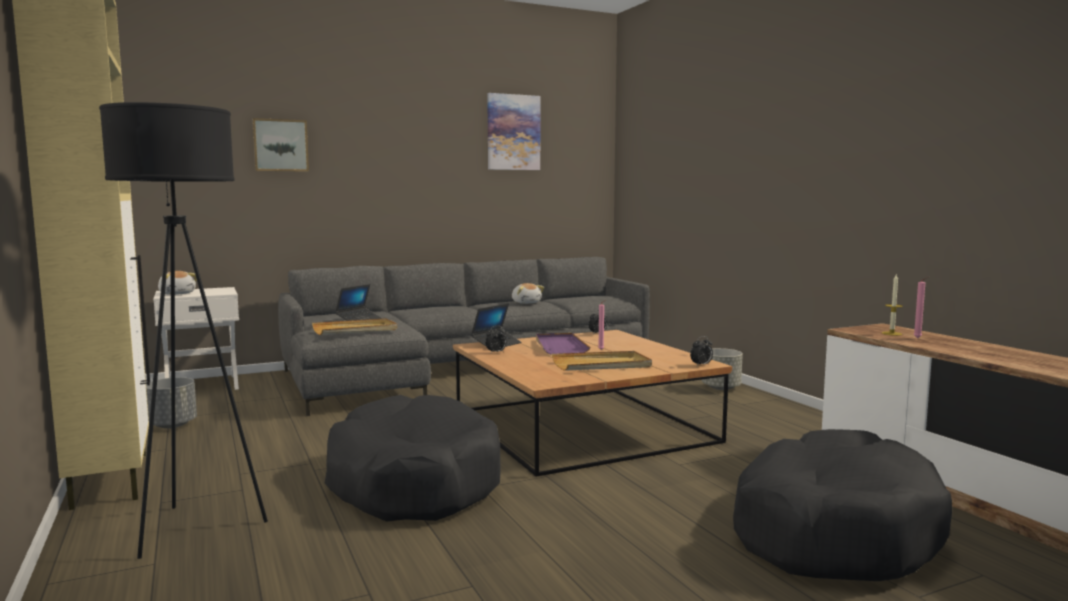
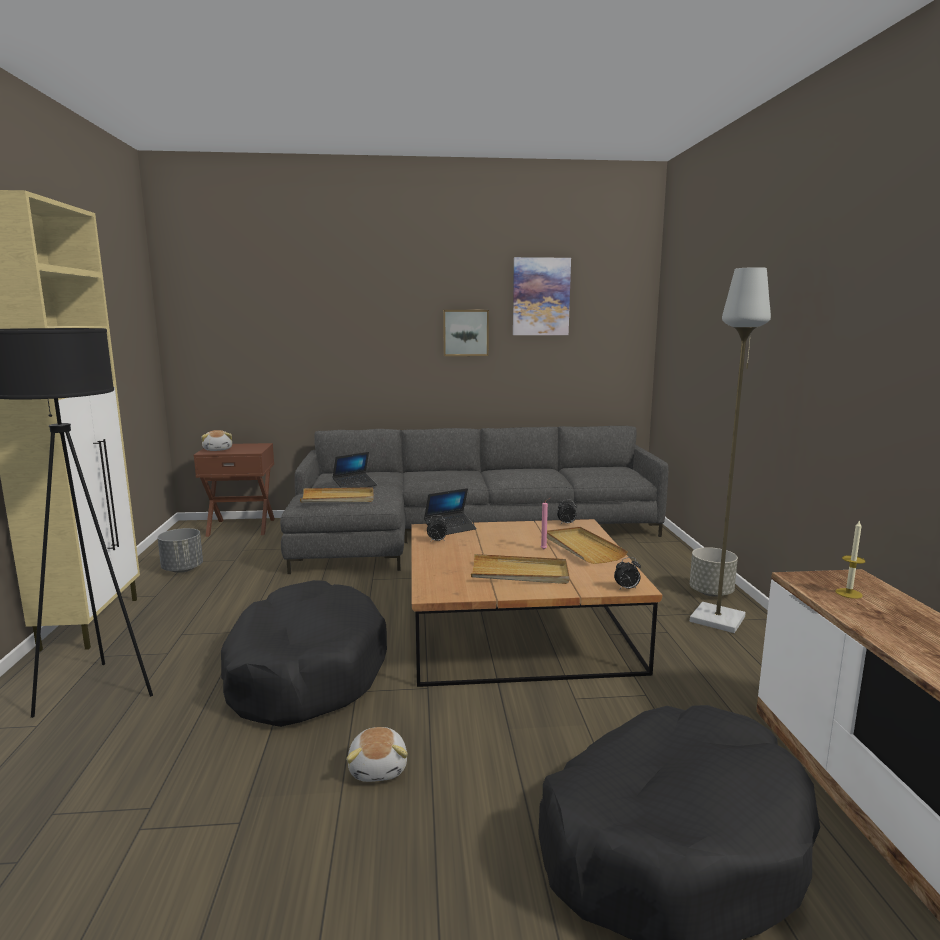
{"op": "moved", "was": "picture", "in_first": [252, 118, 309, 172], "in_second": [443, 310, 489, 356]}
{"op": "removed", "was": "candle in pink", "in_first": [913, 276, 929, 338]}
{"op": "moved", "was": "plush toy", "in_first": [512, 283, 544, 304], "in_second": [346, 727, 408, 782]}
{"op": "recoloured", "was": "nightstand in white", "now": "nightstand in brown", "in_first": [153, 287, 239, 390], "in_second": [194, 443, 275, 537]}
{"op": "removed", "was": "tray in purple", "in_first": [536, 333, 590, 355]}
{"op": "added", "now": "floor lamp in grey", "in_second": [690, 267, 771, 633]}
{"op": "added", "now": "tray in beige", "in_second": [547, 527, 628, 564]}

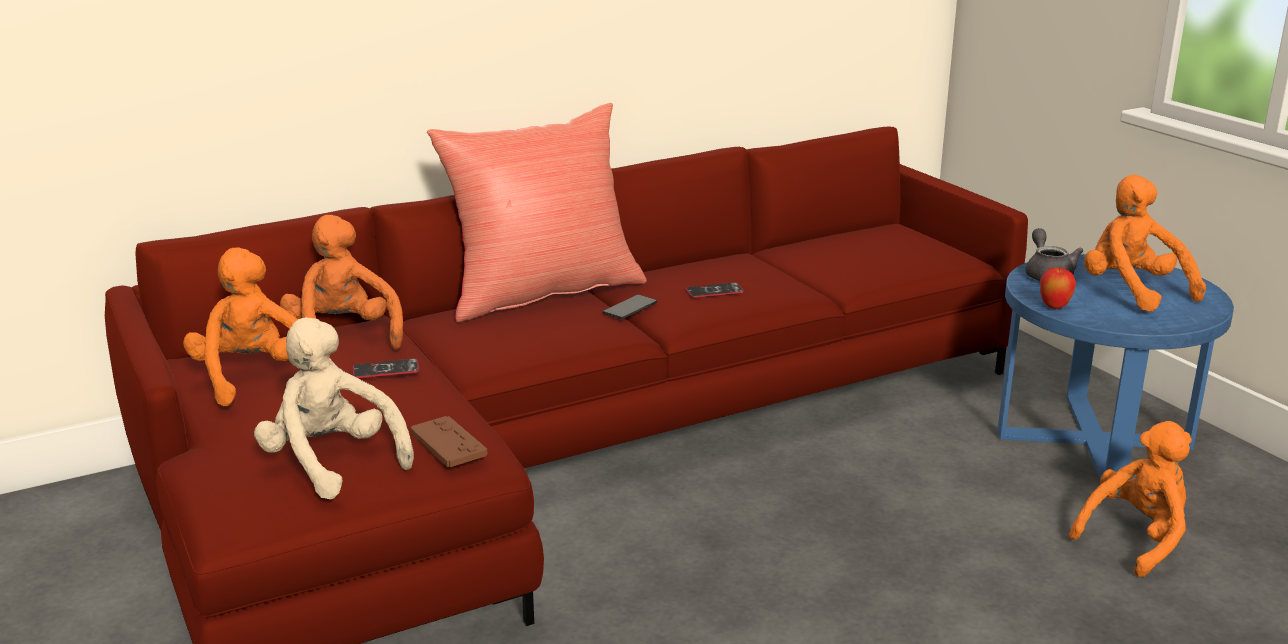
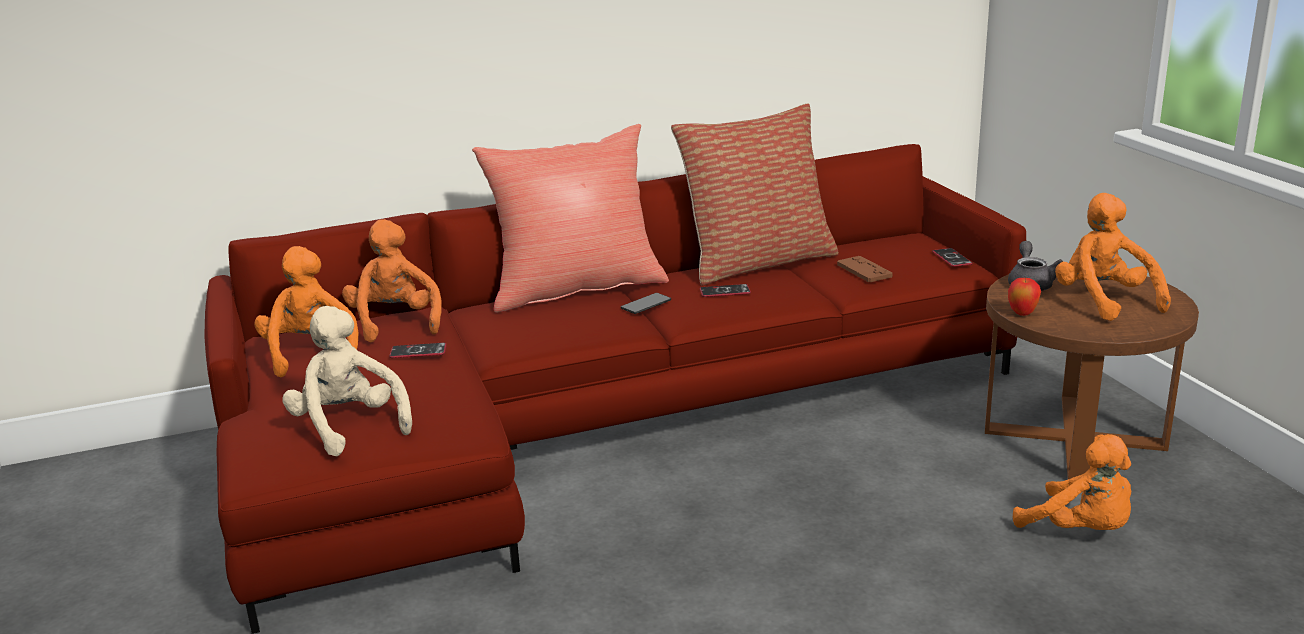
{"op": "recoloured", "was": "side table in blue", "now": "side table in brown", "in_first": [997, 254, 1234, 480], "in_second": [985, 274, 1199, 479]}
{"op": "moved", "was": "game controller in brown", "in_first": [410, 416, 487, 467], "in_second": [837, 256, 893, 282]}
{"op": "turned", "was": "plush toy in orange", "in_first": [1069, 421, 1192, 577], "in_second": [1013, 434, 1131, 530], "clockwise": 75}
{"op": "added", "now": "pillow", "in_second": [671, 103, 839, 285]}
{"op": "added", "now": "phone", "in_second": [932, 248, 973, 267]}

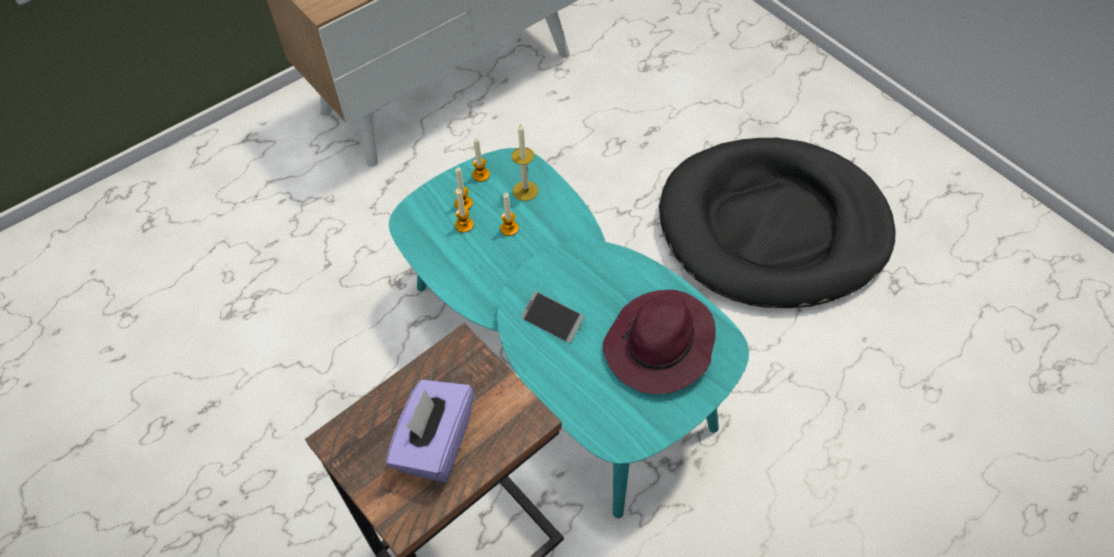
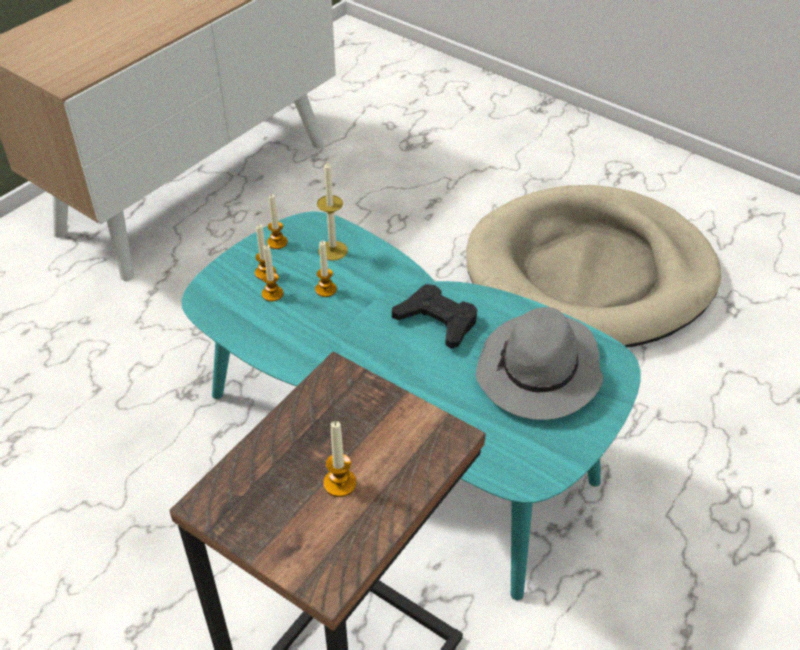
{"op": "recoloured", "was": "dog bed in black", "now": "dog bed in beige", "in_first": [659, 138, 895, 308], "in_second": [466, 185, 721, 347]}
{"op": "recoloured", "was": "hat in purple", "now": "hat in grey", "in_first": [603, 290, 716, 394], "in_second": [476, 307, 603, 420]}
{"op": "removed", "was": "phone", "in_first": [521, 291, 584, 343]}
{"op": "replaced", "was": "tissue box in purple", "now": "candle", "in_first": [386, 380, 474, 483], "in_second": [323, 421, 356, 497]}
{"op": "added", "now": "game controller in black", "in_second": [392, 284, 477, 349]}

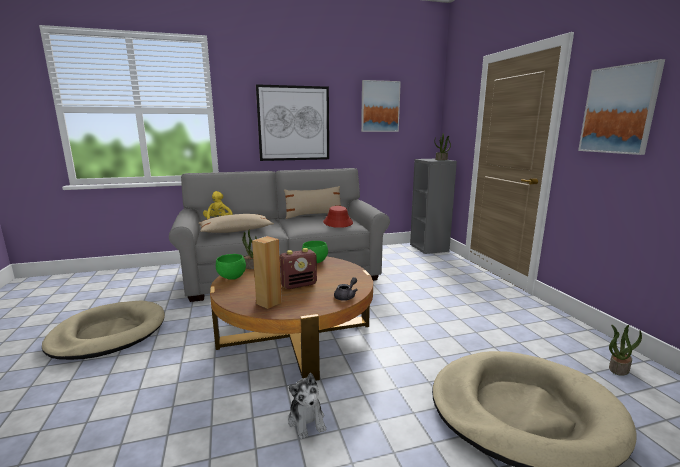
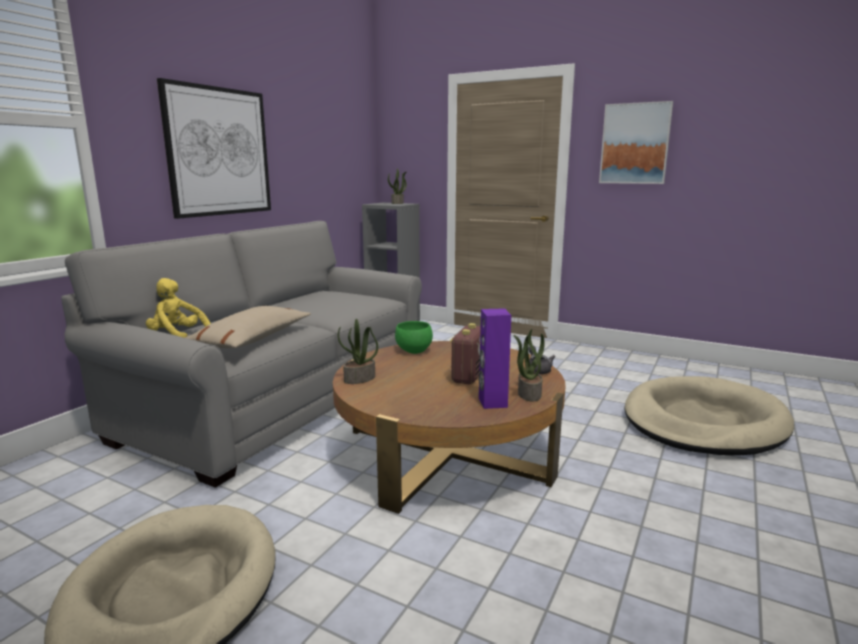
{"op": "removed", "was": "picture", "in_first": [361, 80, 401, 132]}
{"op": "removed", "was": "pillow in beige", "in_first": [284, 186, 341, 219]}
{"op": "removed", "was": "hat in red", "in_first": [323, 206, 353, 228]}
{"op": "recoloured", "was": "speaker in brown", "now": "speaker in purple", "in_first": [252, 236, 282, 309], "in_second": [479, 308, 511, 409]}
{"op": "removed", "was": "bowl in green", "in_first": [216, 254, 246, 280]}
{"op": "moved", "was": "potted plant", "in_first": [609, 325, 642, 376], "in_second": [513, 329, 545, 401]}
{"op": "removed", "was": "plush toy", "in_first": [288, 373, 326, 439]}

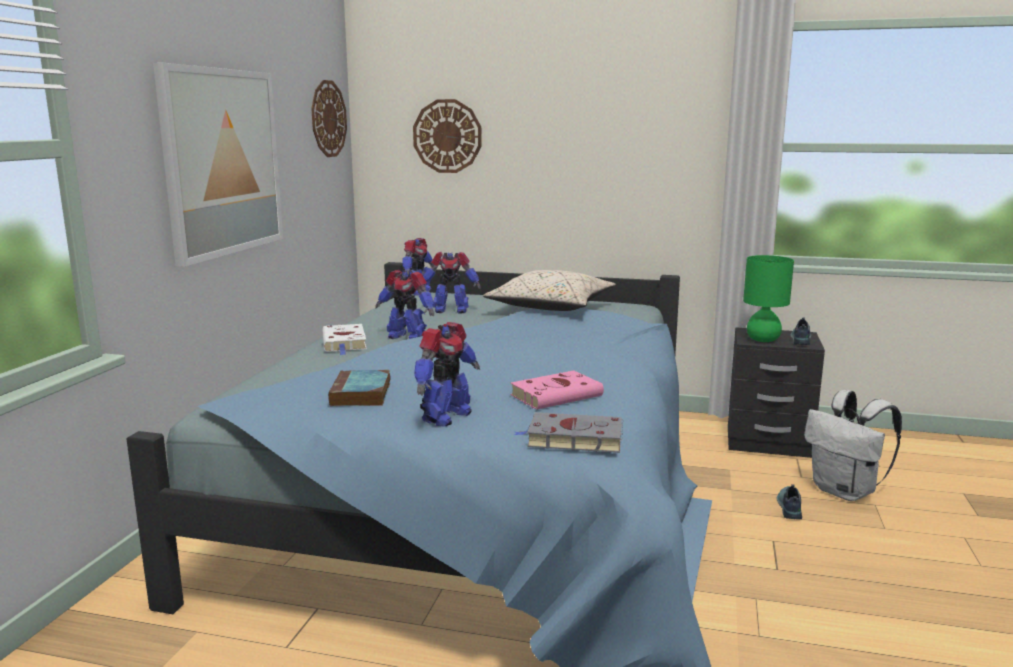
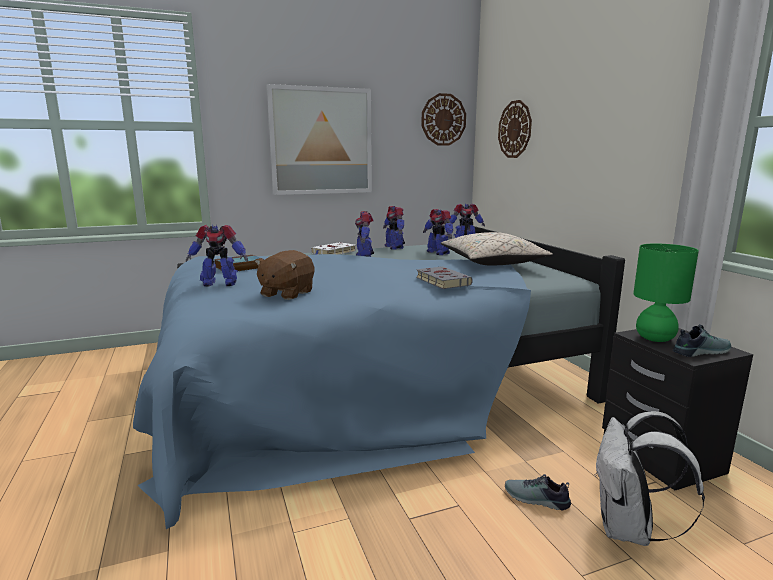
{"op": "replaced", "was": "book in pink", "now": "plush toy in brown", "in_first": [510, 370, 604, 410], "in_second": [255, 250, 314, 300]}
{"op": "moved", "was": "book in grey", "in_first": [514, 412, 623, 453], "in_second": [416, 267, 473, 289]}
{"op": "turned", "was": "shoe", "in_first": [777, 484, 802, 519], "in_second": [505, 474, 571, 511], "clockwise": -135}
{"op": "added", "now": "toy robot", "in_second": [383, 206, 405, 250]}

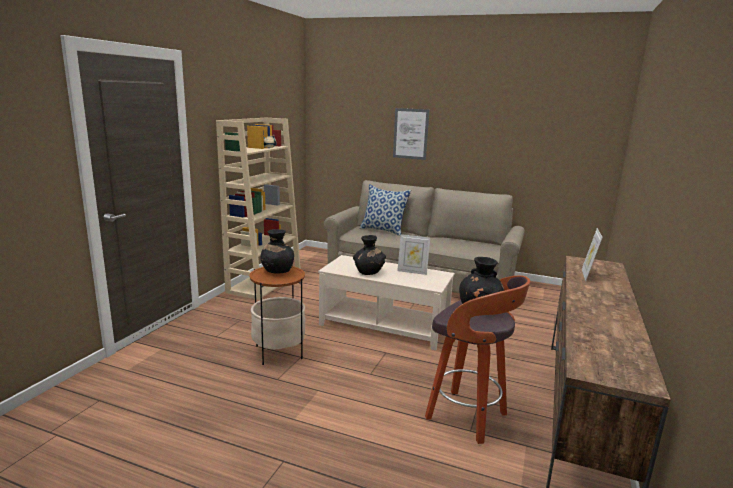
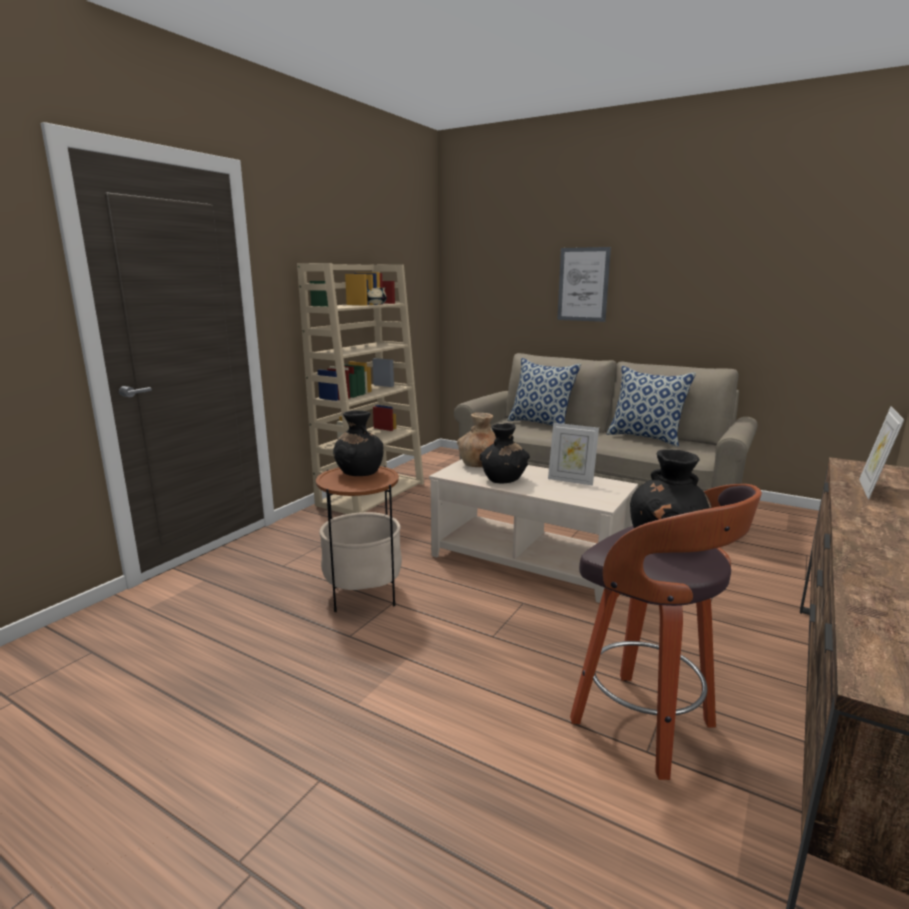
{"op": "added", "now": "pillow", "in_second": [607, 366, 696, 447]}
{"op": "added", "now": "vase in brown", "in_second": [457, 413, 496, 467]}

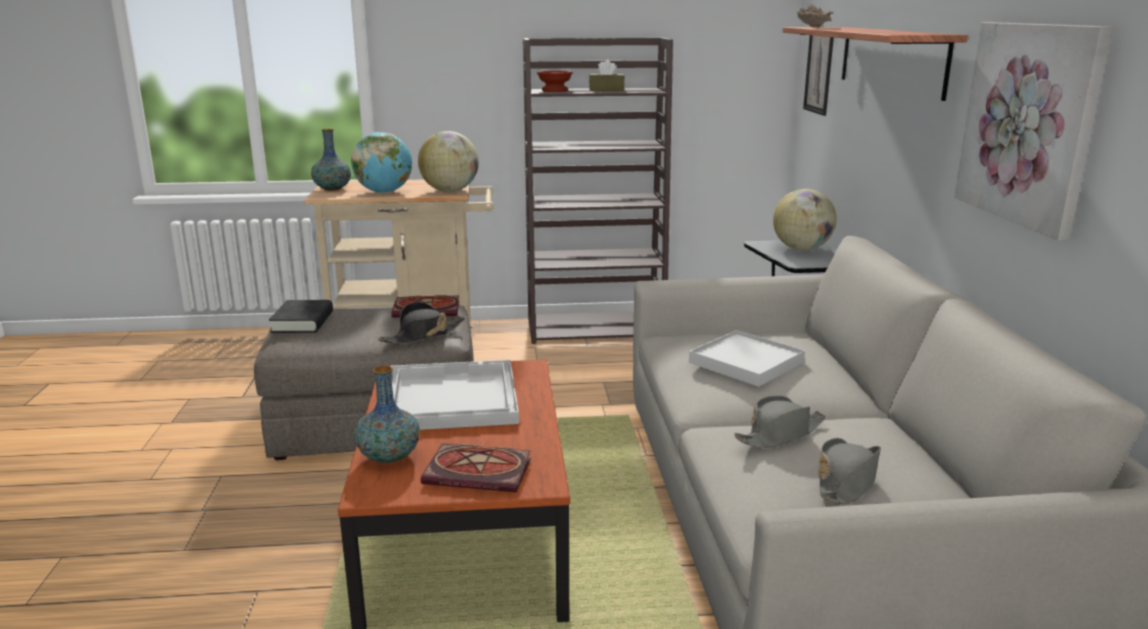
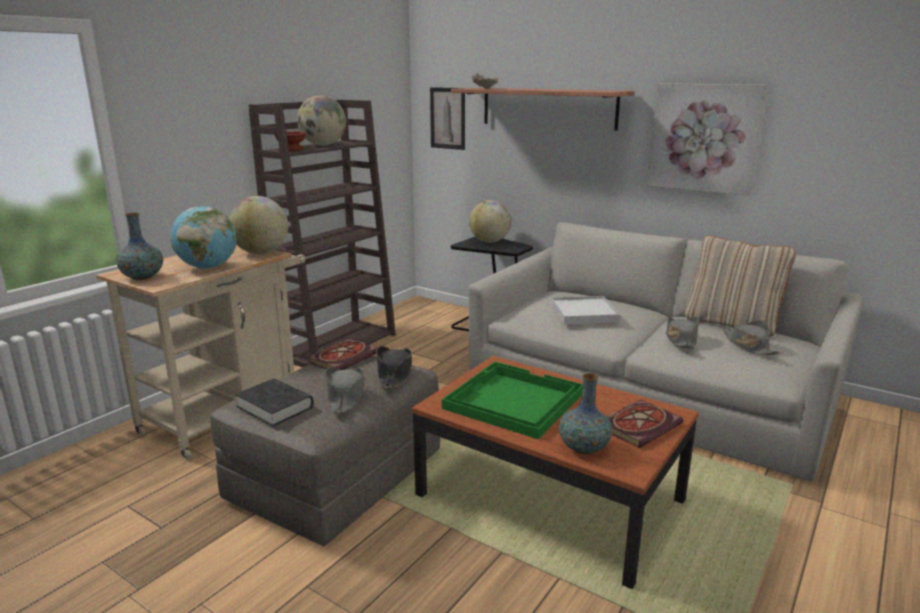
{"op": "replaced", "was": "tissue box in brown", "now": "globe", "in_first": [589, 59, 625, 91], "in_second": [297, 96, 346, 146]}
{"op": "recoloured", "was": "tray in white", "now": "tray in green", "in_first": [391, 360, 519, 430], "in_second": [442, 362, 583, 439]}
{"op": "added", "now": "pillow in beige", "in_second": [685, 235, 796, 337]}
{"op": "added", "now": "hat in grey", "in_second": [325, 367, 365, 414]}

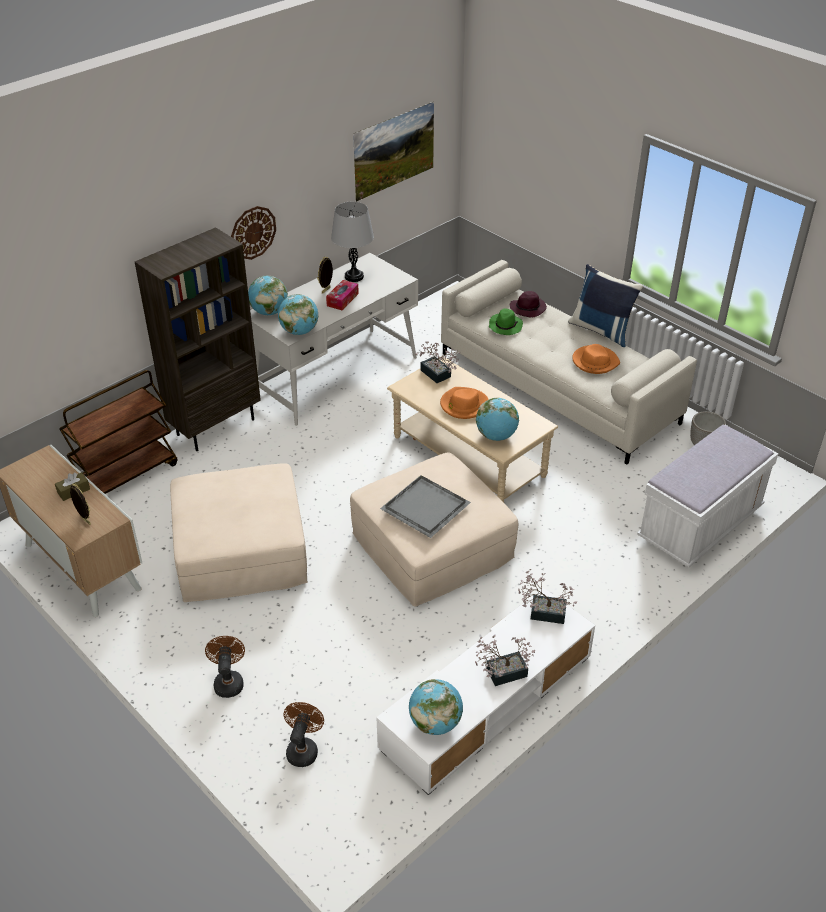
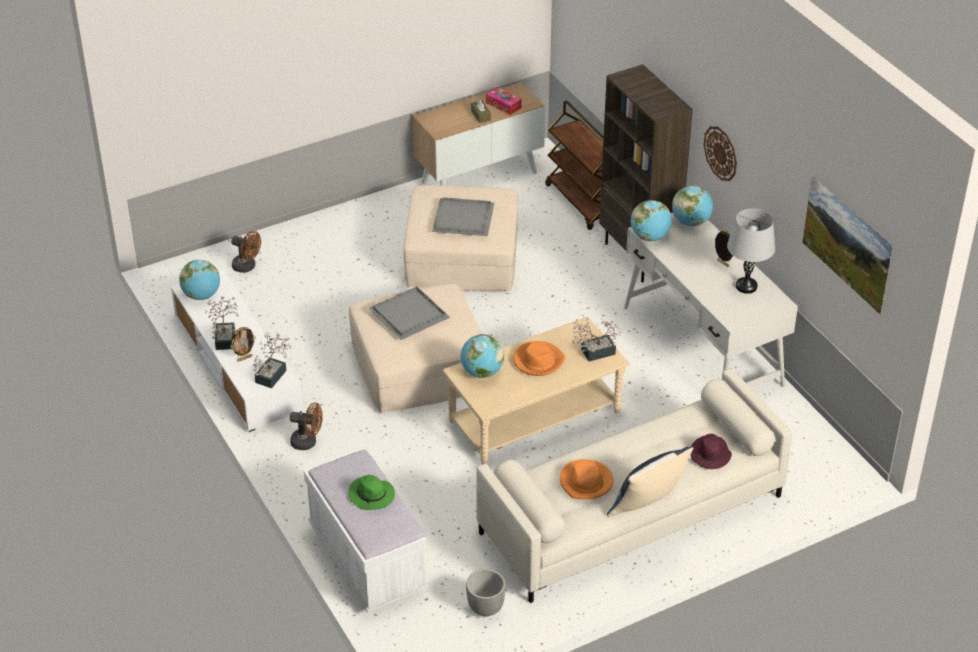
{"op": "moved", "was": "tissue box", "in_first": [326, 280, 359, 310], "in_second": [486, 87, 522, 115]}
{"op": "moved", "was": "hat in green", "in_first": [489, 308, 523, 335], "in_second": [348, 475, 395, 510]}
{"op": "moved", "was": "picture frame", "in_first": [70, 484, 91, 525], "in_second": [230, 327, 256, 362]}
{"op": "moved", "was": "fan in brown", "in_first": [205, 636, 245, 698], "in_second": [290, 402, 323, 450]}
{"op": "added", "now": "tray in grey", "in_second": [432, 197, 495, 236]}

